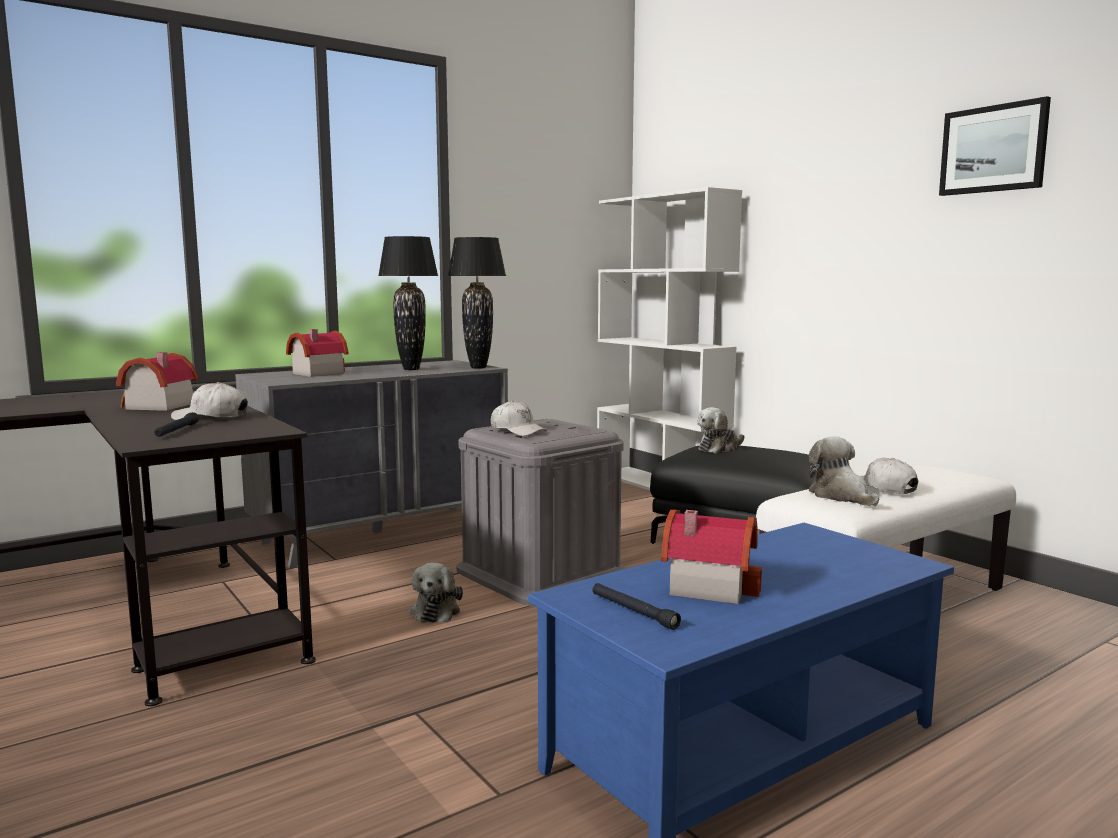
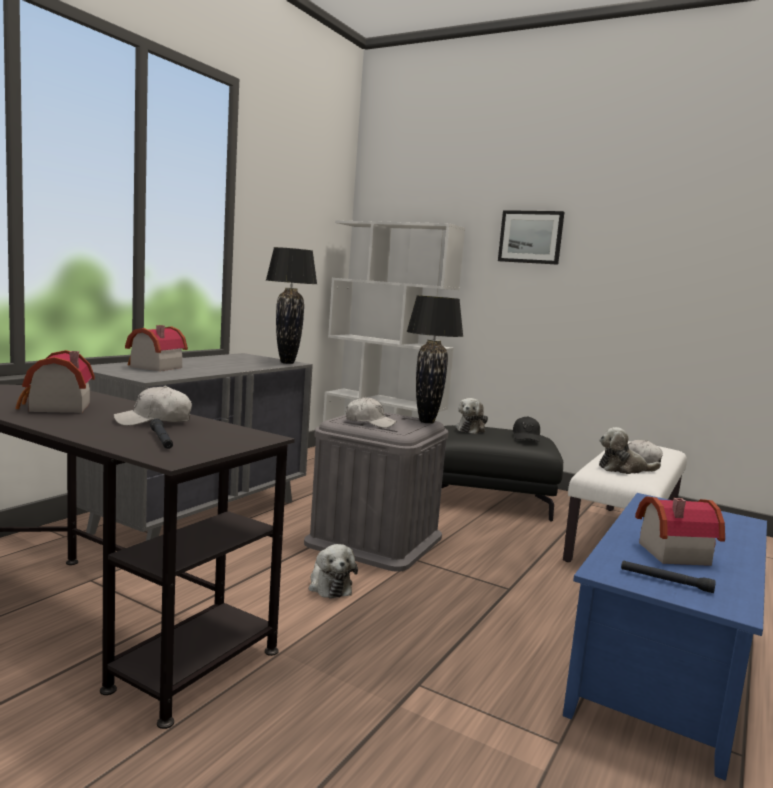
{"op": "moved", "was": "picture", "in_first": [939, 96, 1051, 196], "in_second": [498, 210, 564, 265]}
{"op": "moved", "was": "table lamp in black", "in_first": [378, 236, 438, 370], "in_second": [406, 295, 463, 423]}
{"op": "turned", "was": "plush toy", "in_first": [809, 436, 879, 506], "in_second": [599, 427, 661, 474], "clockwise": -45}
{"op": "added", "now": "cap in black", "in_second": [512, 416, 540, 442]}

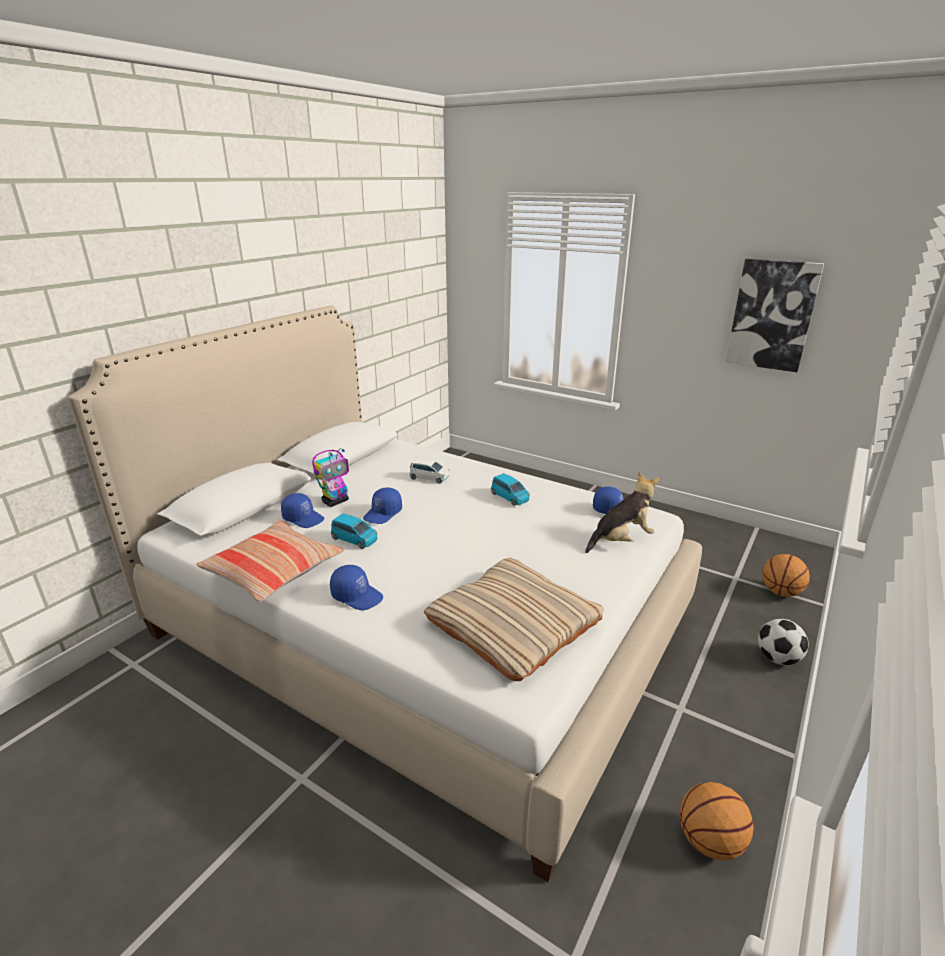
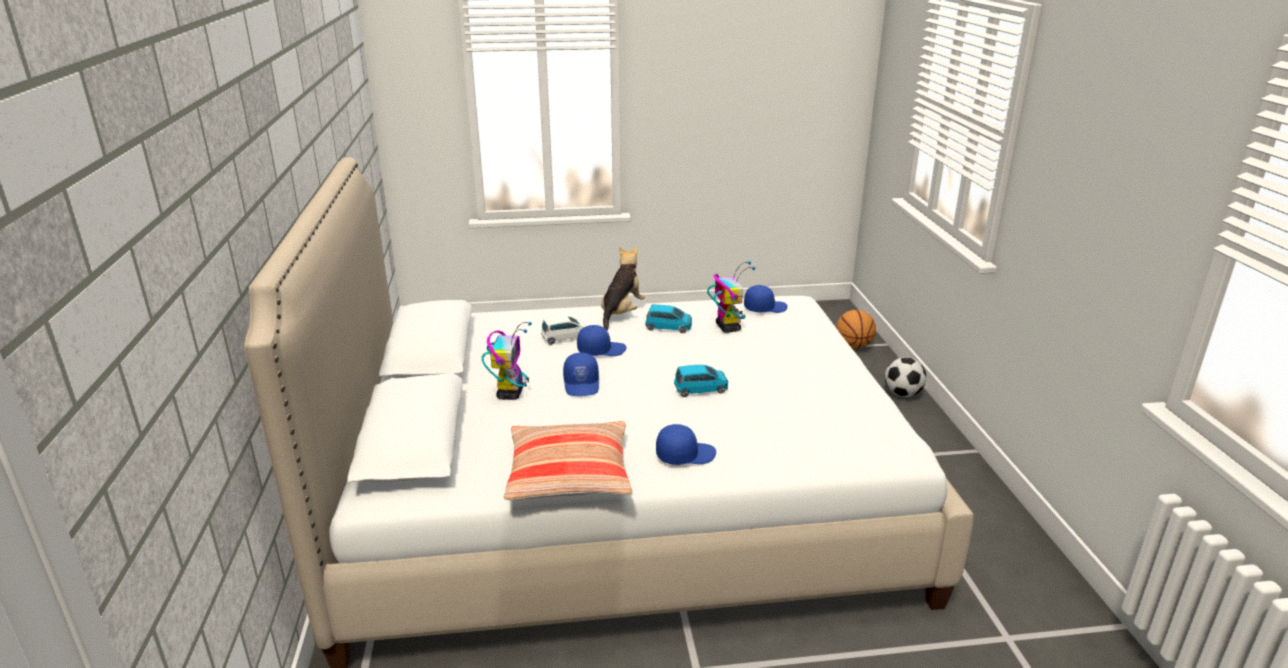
{"op": "removed", "was": "picture", "in_first": [726, 259, 824, 372]}
{"op": "moved", "was": "plush toy", "in_first": [585, 472, 659, 553], "in_second": [601, 247, 645, 330]}
{"op": "moved", "was": "cap in blue", "in_first": [281, 493, 324, 528], "in_second": [577, 325, 627, 356]}
{"op": "moved", "was": "toy car in blue", "in_first": [331, 514, 377, 549], "in_second": [674, 365, 728, 397]}
{"op": "removed", "was": "pillow in beige", "in_first": [424, 558, 604, 681]}
{"op": "removed", "was": "basketball", "in_first": [680, 782, 754, 860]}
{"op": "added", "now": "toy robot", "in_second": [707, 261, 755, 333]}

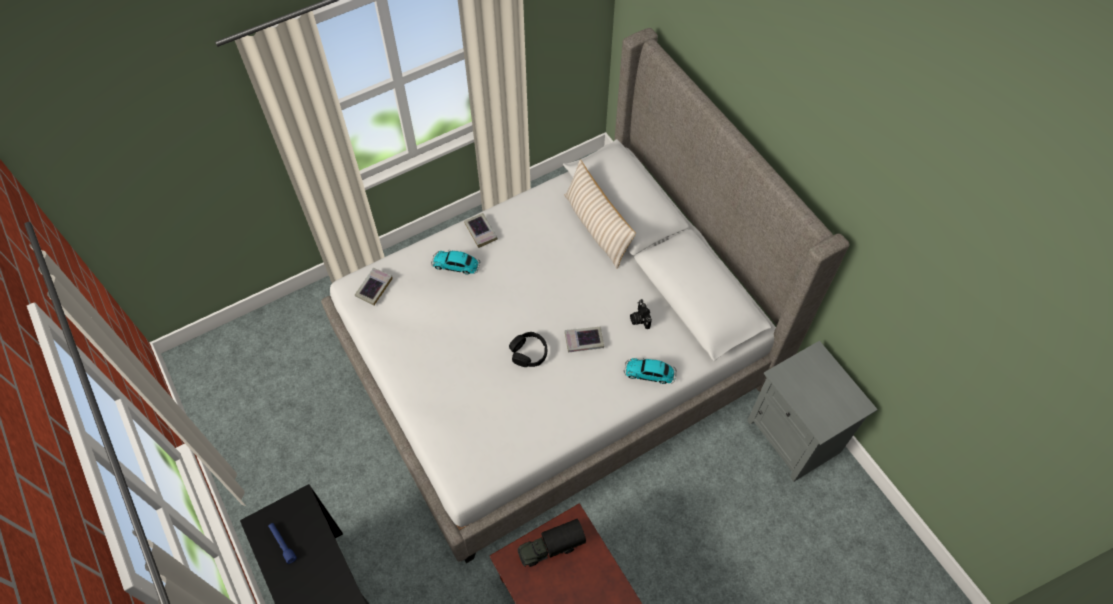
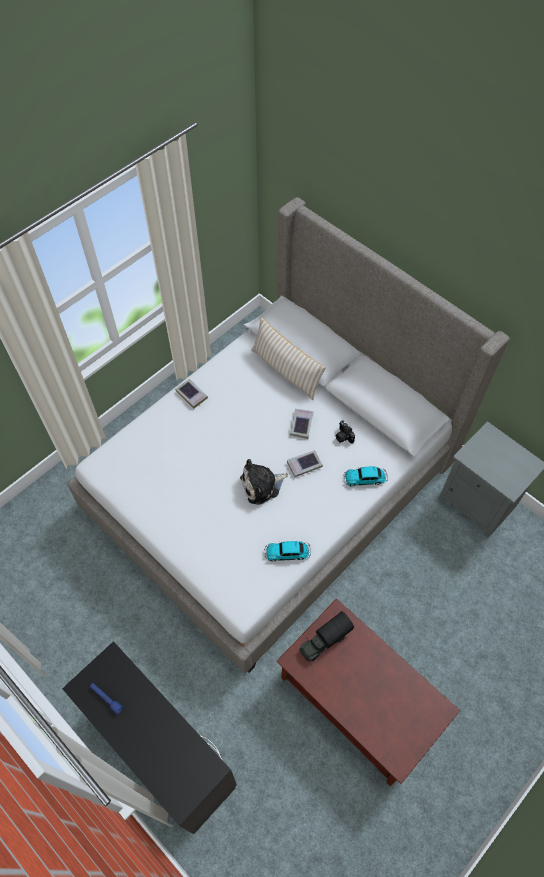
{"op": "moved", "was": "toy car", "in_first": [431, 251, 480, 275], "in_second": [264, 541, 311, 562]}
{"op": "moved", "was": "book", "in_first": [355, 268, 393, 305], "in_second": [290, 409, 314, 439]}
{"op": "replaced", "was": "headphones in black", "now": "plush toy", "in_first": [509, 332, 547, 367], "in_second": [240, 459, 288, 505]}

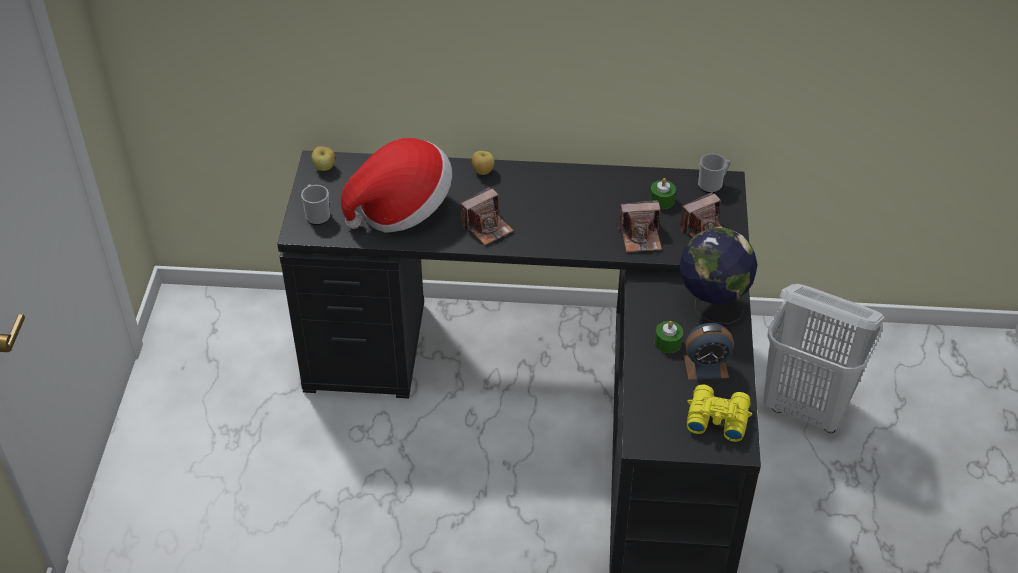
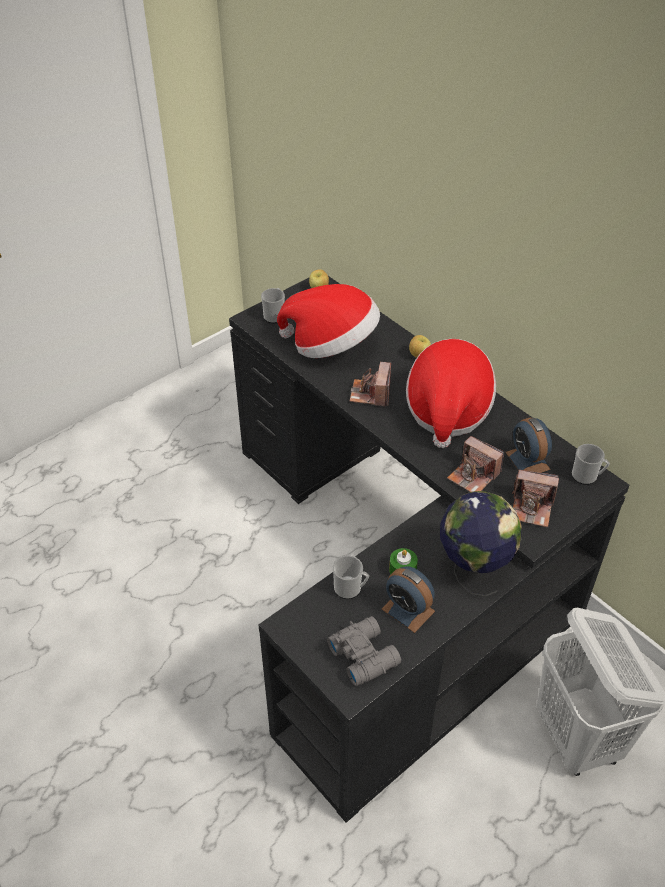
{"op": "replaced", "was": "candle in green", "now": "alarm clock", "in_first": [650, 178, 676, 209], "in_second": [505, 418, 552, 473]}
{"op": "turned", "was": "photo camera", "in_first": [460, 187, 514, 245], "in_second": [350, 362, 391, 406], "clockwise": 90}
{"op": "recoloured", "was": "binoculars in yellow", "now": "binoculars in grey", "in_first": [687, 385, 752, 442], "in_second": [327, 616, 401, 686]}
{"op": "added", "now": "hat", "in_second": [406, 339, 496, 448]}
{"op": "added", "now": "mug", "in_second": [333, 555, 369, 599]}

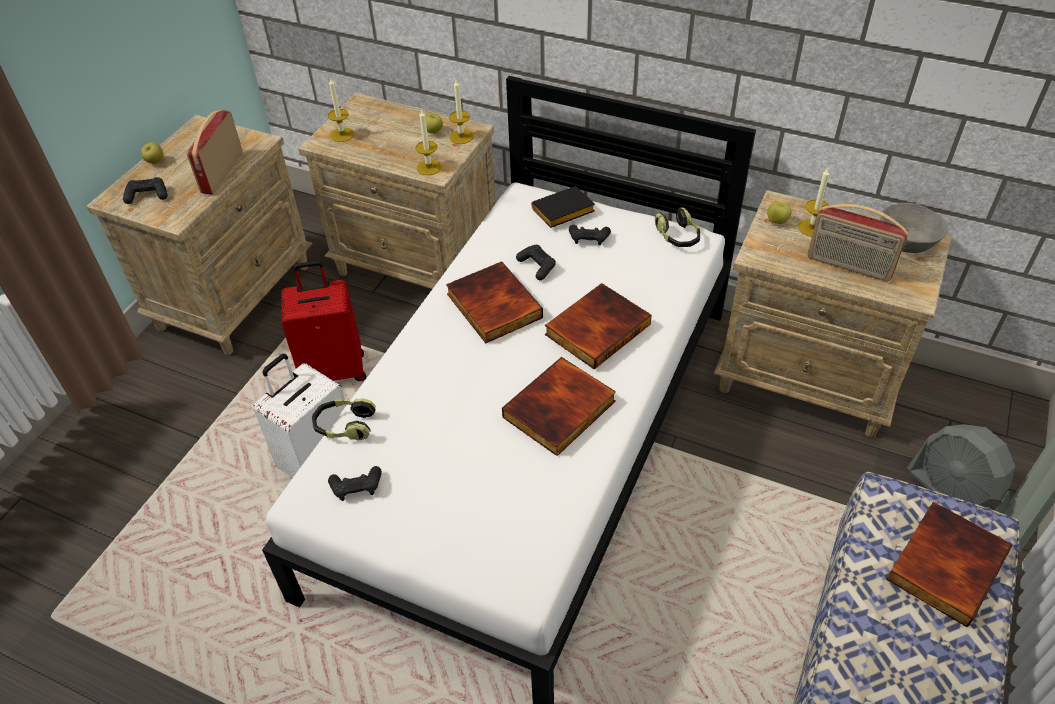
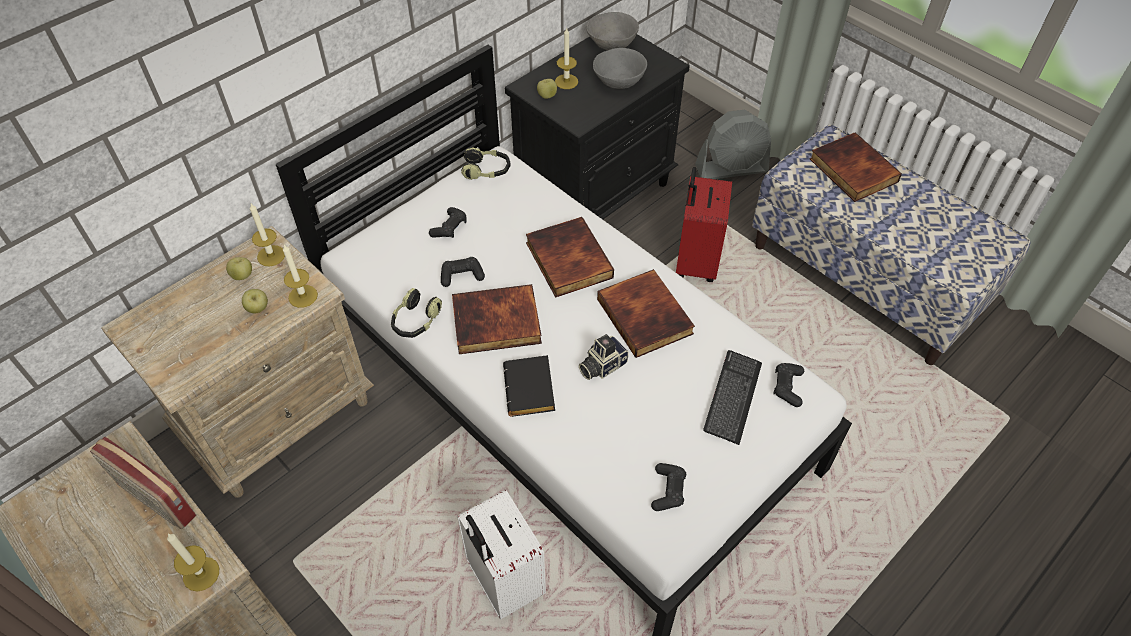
{"op": "moved", "was": "candle", "in_first": [328, 77, 354, 142], "in_second": [167, 534, 219, 592]}
{"op": "moved", "was": "apple", "in_first": [141, 142, 163, 164], "in_second": [242, 289, 268, 313]}
{"op": "moved", "was": "game controller in black", "in_first": [123, 177, 168, 204], "in_second": [773, 363, 804, 407]}
{"op": "moved", "was": "book in black", "in_first": [531, 186, 595, 228], "in_second": [503, 355, 555, 417]}
{"op": "recoloured", "was": "nightstand in beige", "now": "nightstand in black", "in_first": [713, 190, 952, 438], "in_second": [505, 34, 690, 219]}
{"op": "replaced", "was": "radio", "now": "bowl in grey", "in_first": [808, 204, 909, 282], "in_second": [593, 48, 647, 89]}
{"op": "moved", "was": "suitcase in red", "in_first": [281, 261, 366, 381], "in_second": [676, 167, 732, 282]}
{"op": "moved", "was": "headphones", "in_first": [312, 398, 376, 440], "in_second": [391, 288, 442, 338]}
{"op": "added", "now": "photo camera", "in_second": [579, 334, 629, 380]}
{"op": "added", "now": "keyboard", "in_second": [704, 350, 762, 445]}

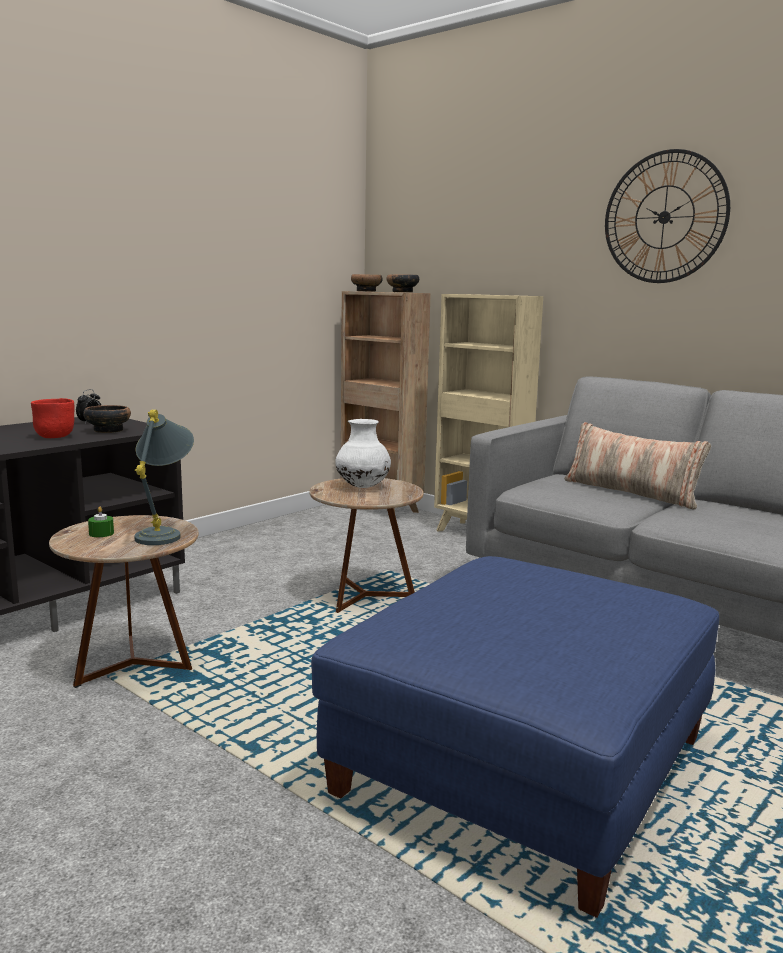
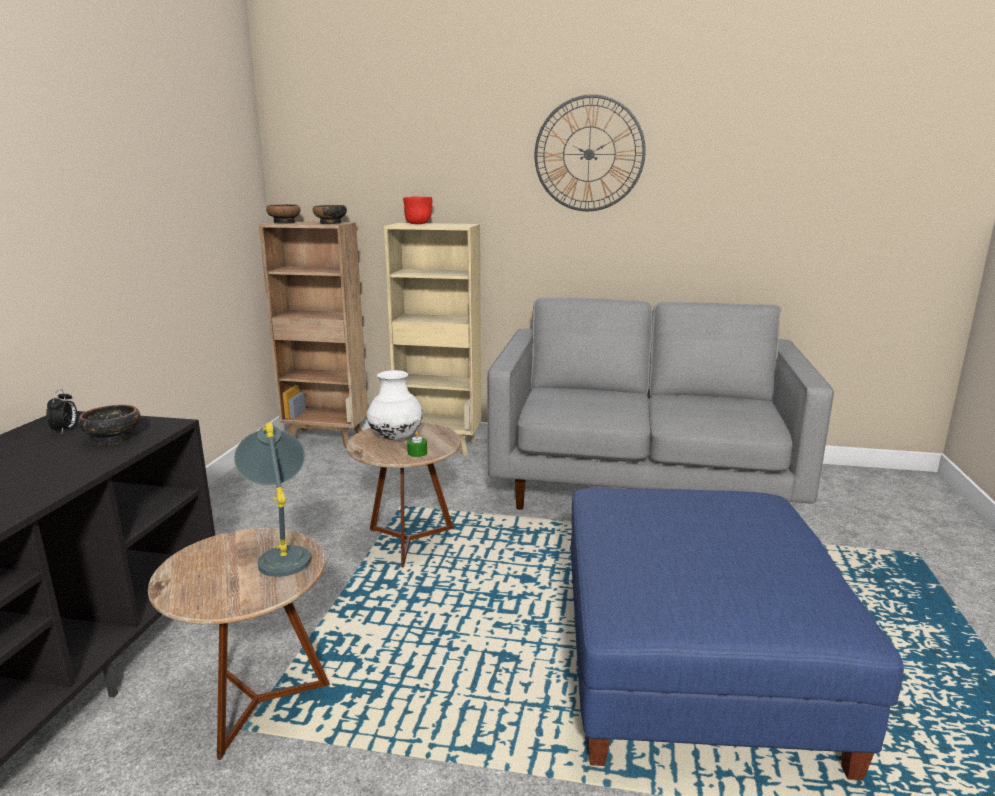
{"op": "moved", "was": "bowl in red", "in_first": [31, 398, 74, 438], "in_second": [403, 197, 432, 224]}
{"op": "removed", "was": "pillow", "in_first": [564, 422, 711, 510]}
{"op": "moved", "was": "candle in green", "in_first": [88, 507, 114, 537], "in_second": [407, 431, 427, 457]}

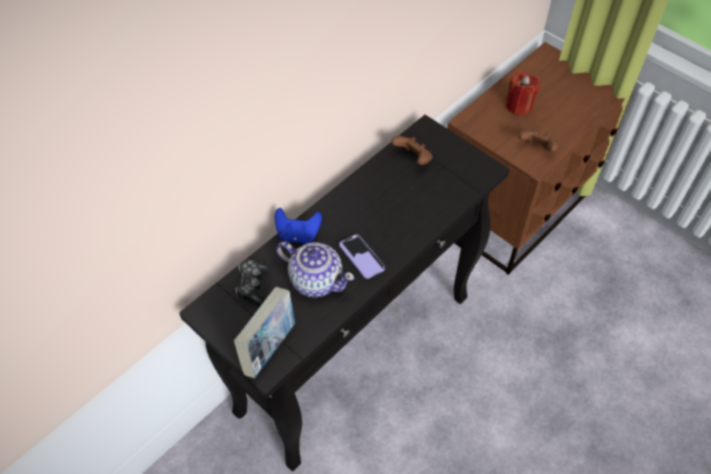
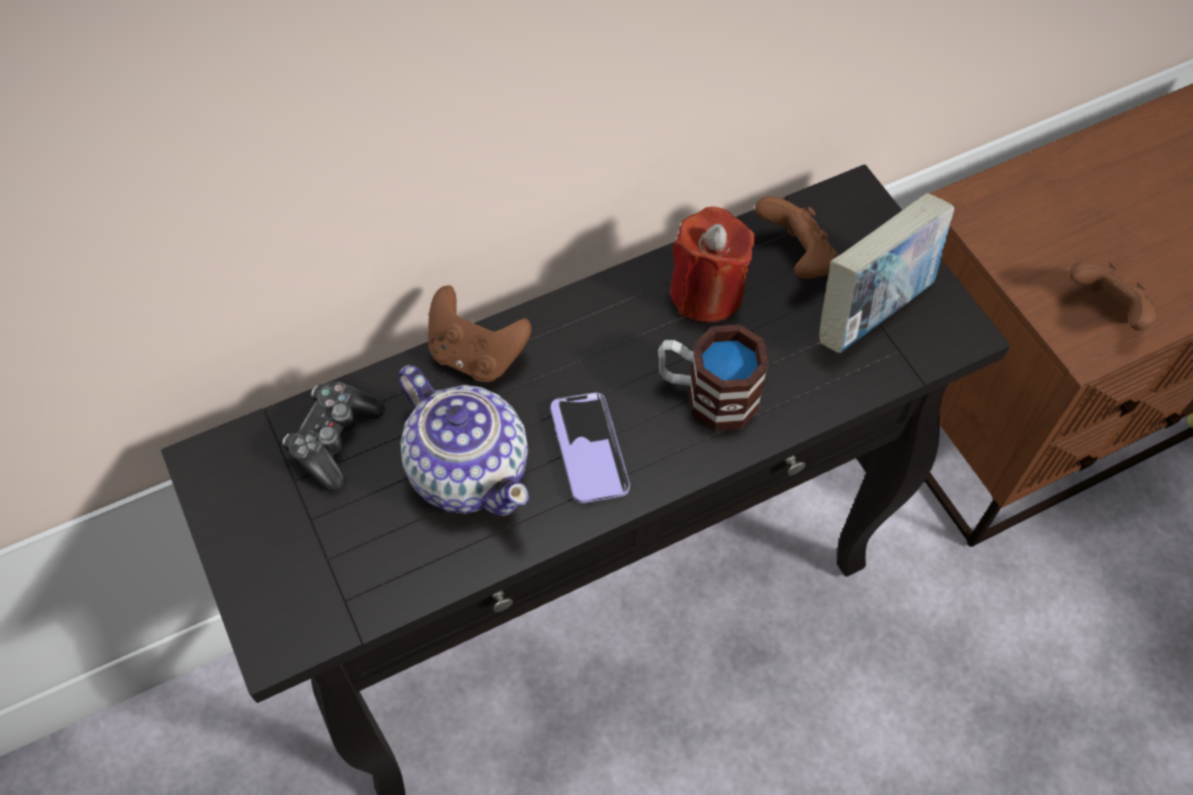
{"op": "moved", "was": "candle in red", "in_first": [506, 71, 540, 115], "in_second": [670, 206, 755, 323]}
{"op": "recoloured", "was": "game controller in blue", "now": "game controller in brown", "in_first": [275, 208, 322, 244], "in_second": [428, 285, 531, 382]}
{"op": "moved", "was": "book", "in_first": [234, 287, 295, 378], "in_second": [819, 193, 954, 353]}
{"op": "added", "now": "mug", "in_second": [658, 324, 769, 430]}

